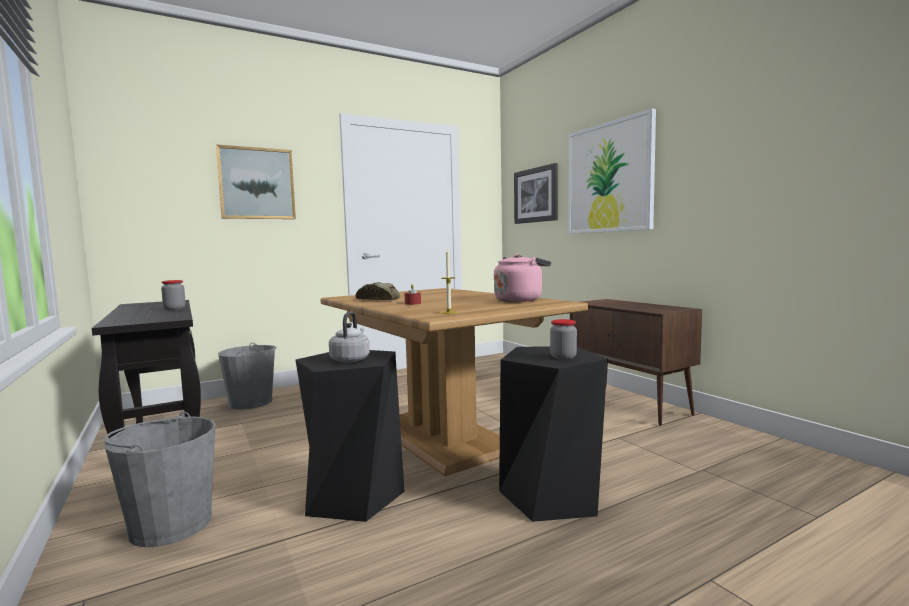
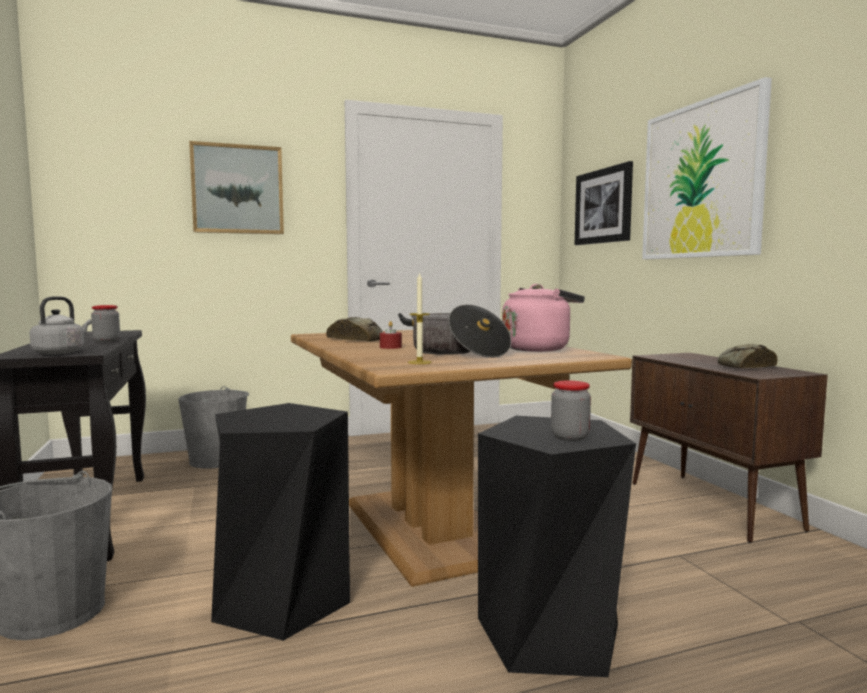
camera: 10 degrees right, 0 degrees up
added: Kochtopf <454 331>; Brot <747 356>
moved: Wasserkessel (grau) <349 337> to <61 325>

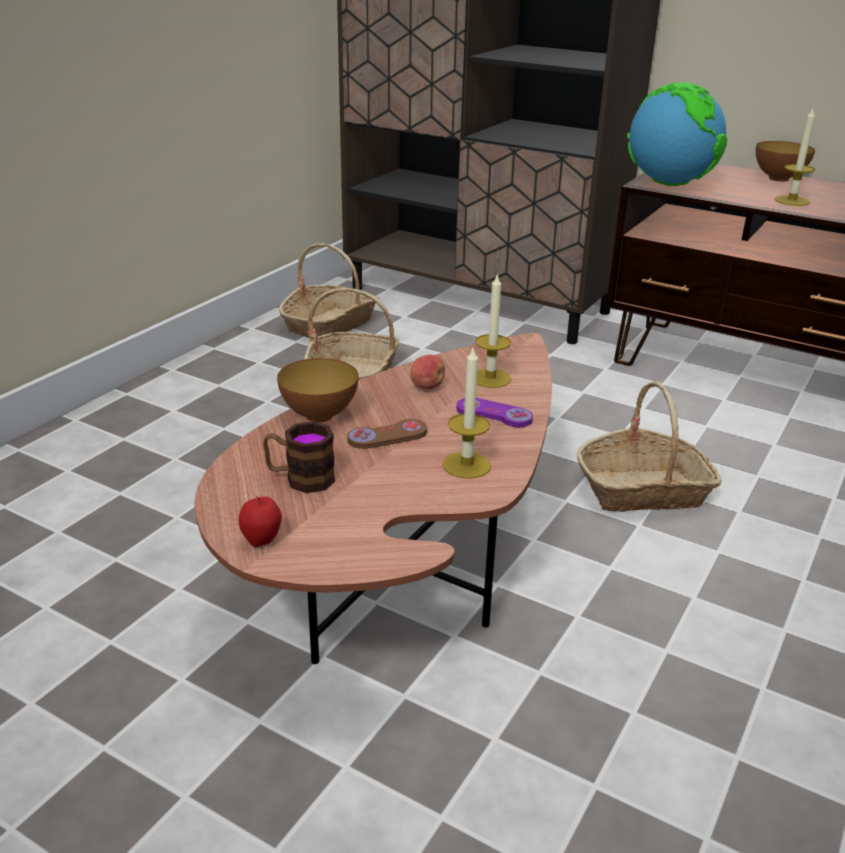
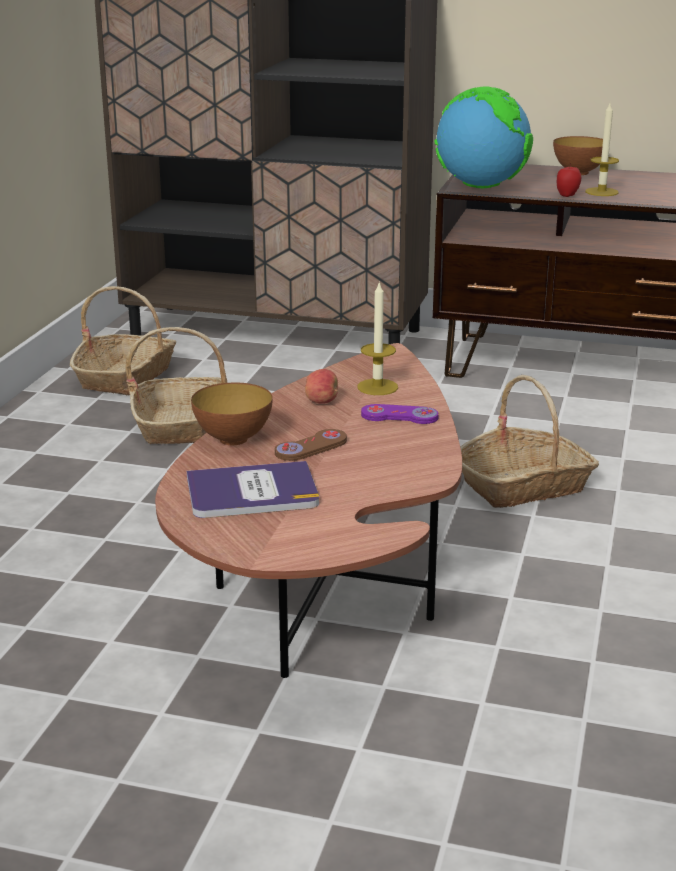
camera: 15 degrees left, 5 degrees down
removed: Kerze <467 413>
moved: Apfel <260 521> to <569 180>
replaced: Henkelbecher <299 457> to Buch <253 489>

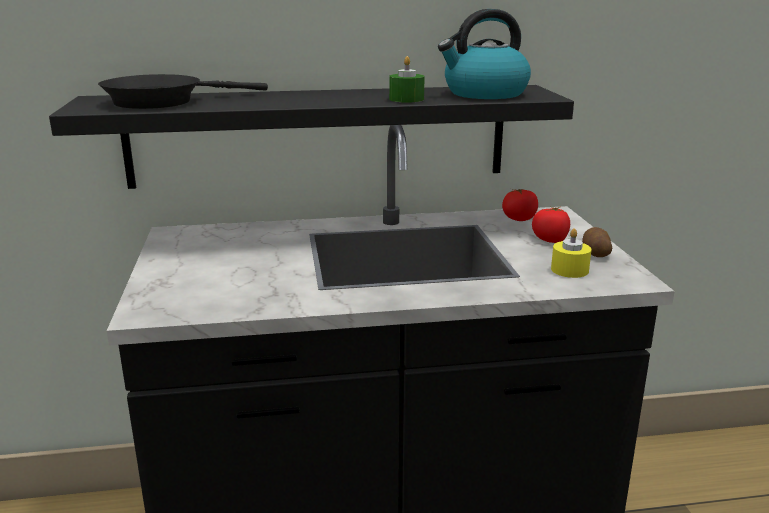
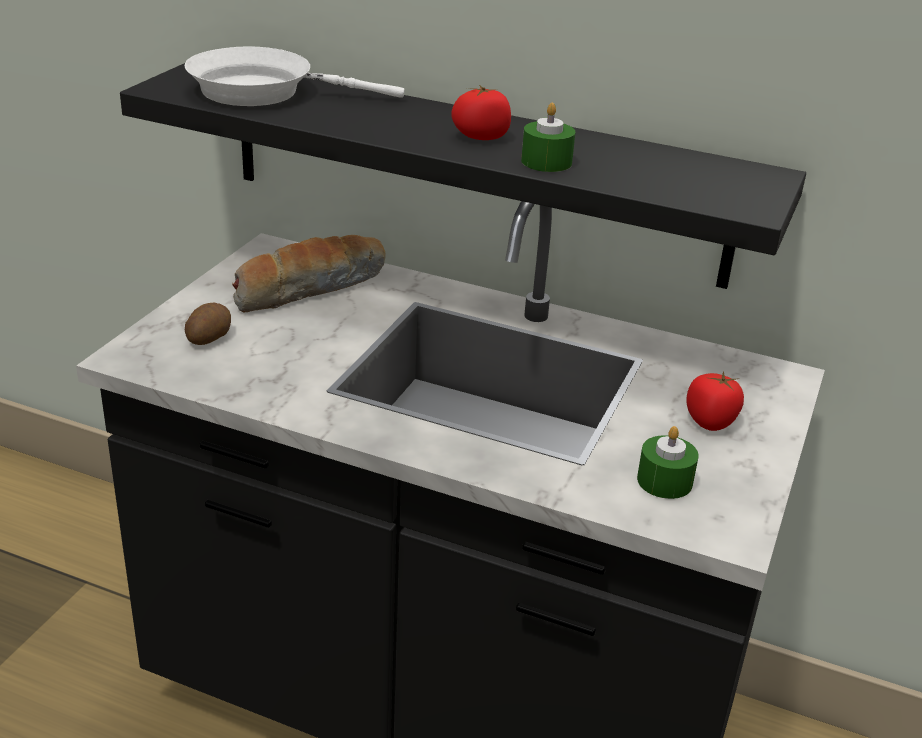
camera: 30 degrees right, 10 degrees up
removed: Wasserkessel <484 54>
added: Brot <309 273>
moved: Tomate <520 205> to <481 112>; Kartoffel <597 242> to <208 324>
recoloured: Pfanne (schwarz) <183 91> to Pfanne (weiß) <295 76>; Kerze (gelb) <571 253> to Kerze (grün) <668 462>

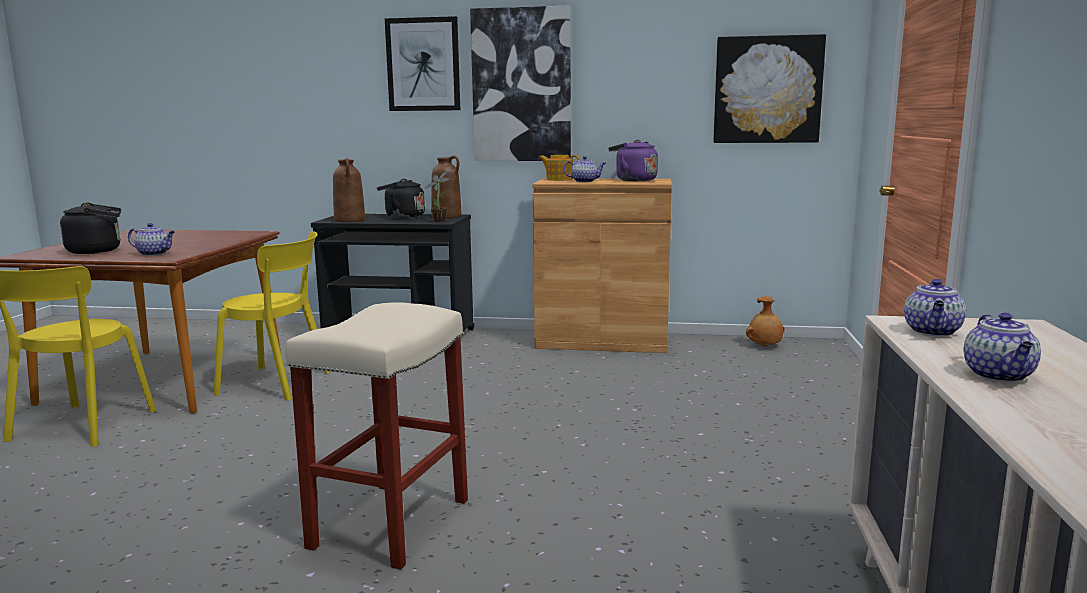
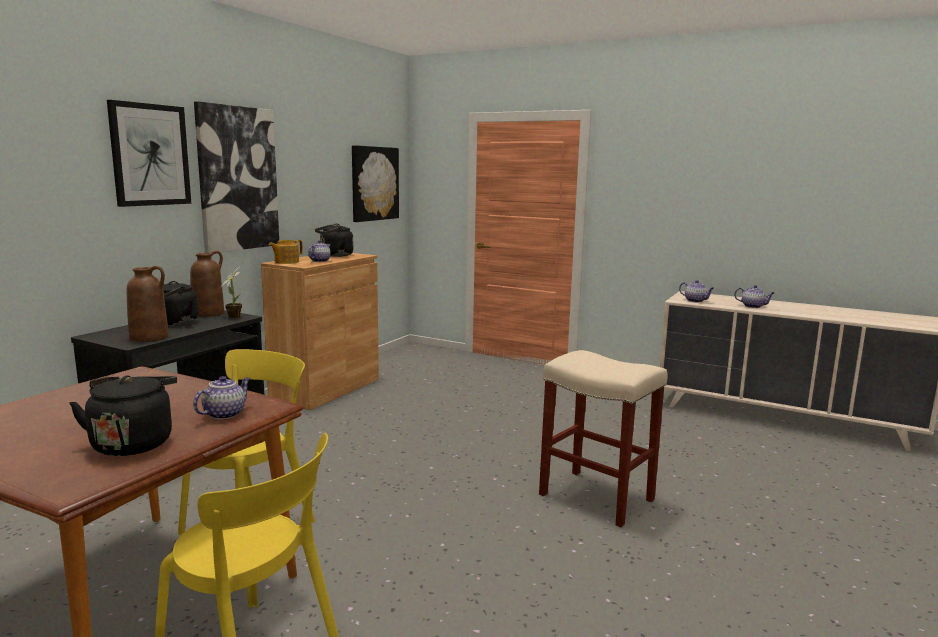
camera: 70 degrees left, 0 degrees up
removed: Vase (braun) <765 321>
recoloured: Wasserkessel (lila) <633 160> to Wasserkessel (schwarz) <334 240>

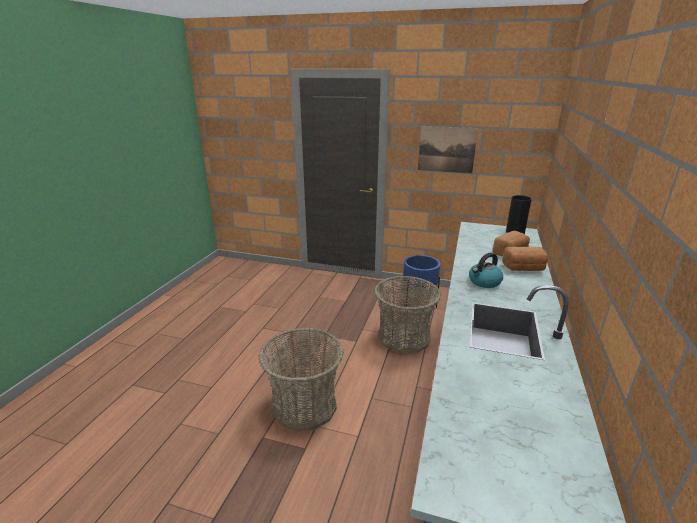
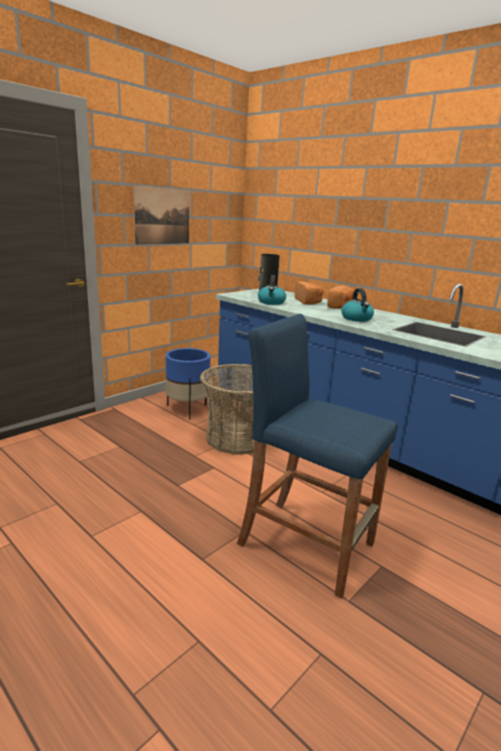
camera: 65 degrees left, 5 degrees down
added: Wasserkessel <272 290>
replaced: Korb <301 379> to Hocker (blau) <317 456>

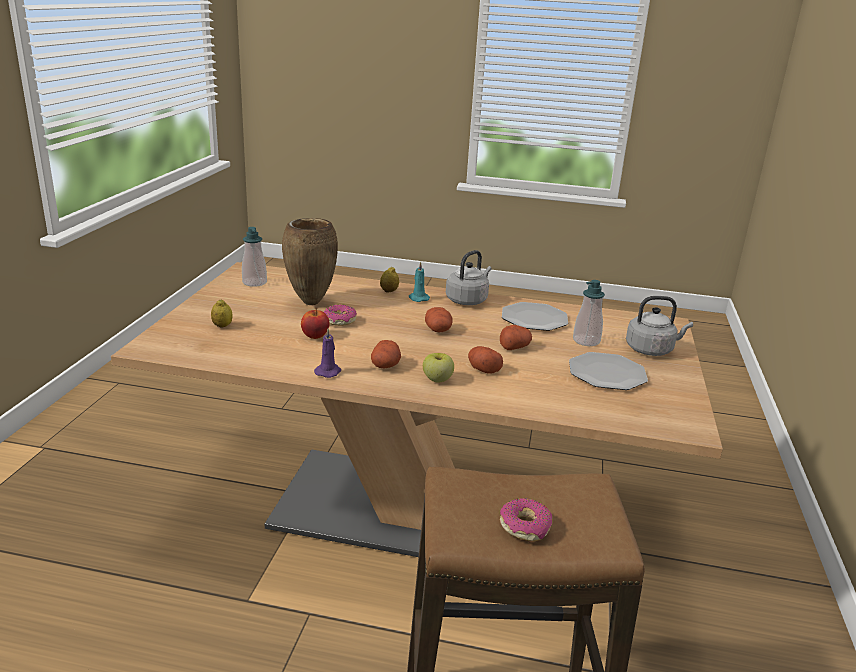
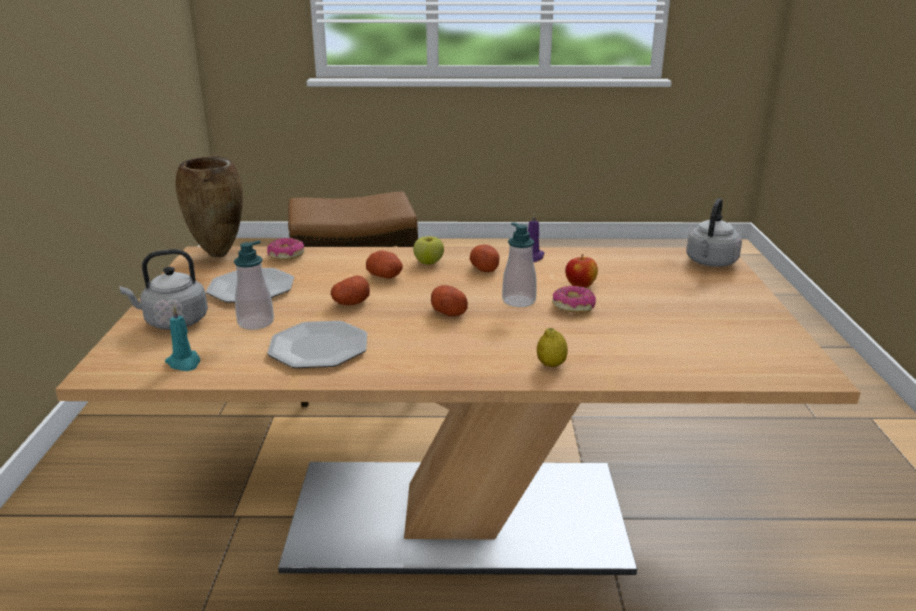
camera: 170 degrees right, 0 degrees up
removed: Zitrone <221 313>
moved: Seifenspender <254 257> to <519 264>; Vase (braun) <310 261> to <209 206>; Kerze (türkis) <419 282> to <182 338>; Wasserkessel (grau) <469 277> to <714 232>; Donut <526 520> to <285 249>

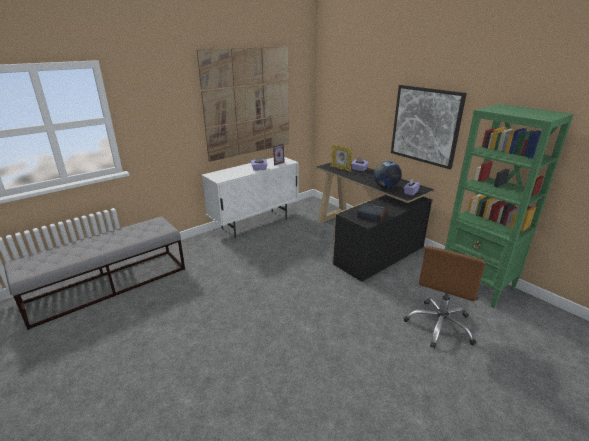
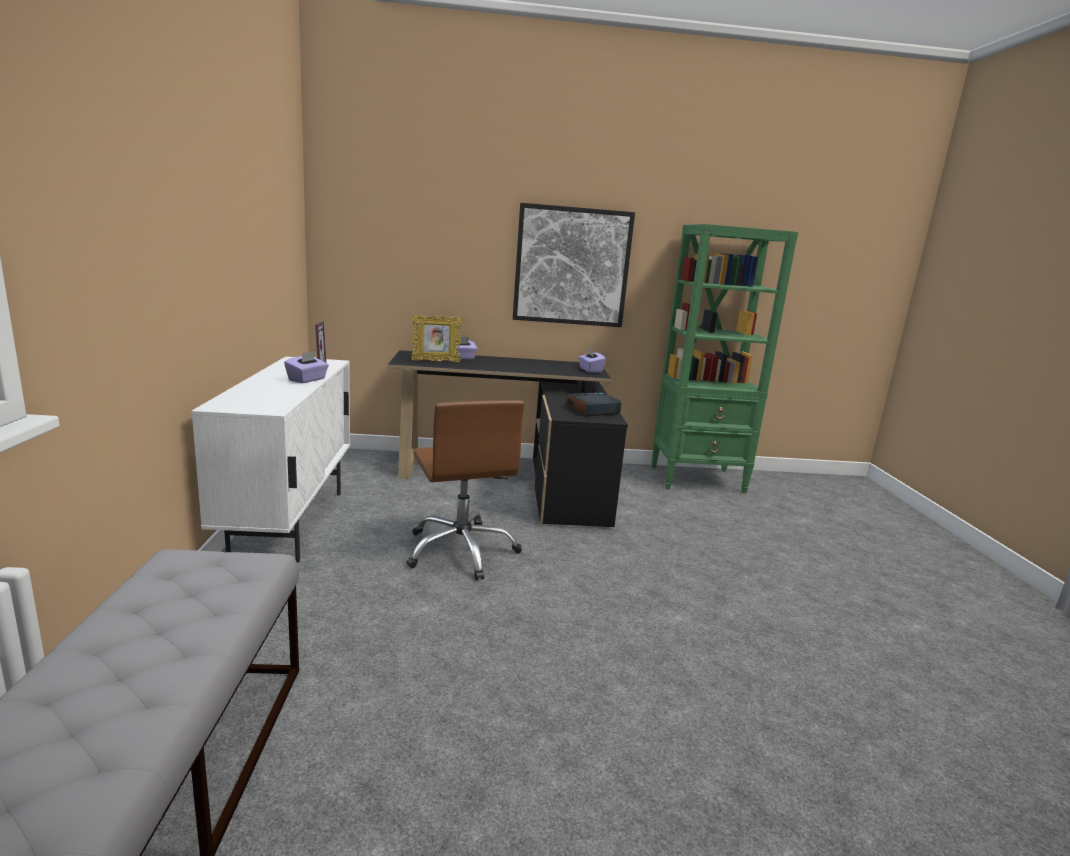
camera: 55 degrees left, 10 degrees down
removed: Bild <243 104>; Globus <388 175>
moved: Bürostuhl (braun) <445 297> to <465 490>

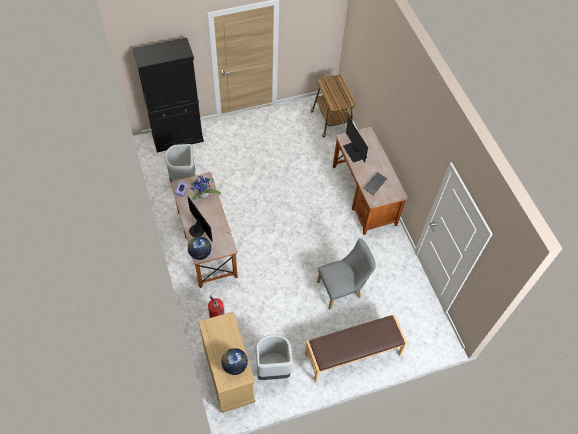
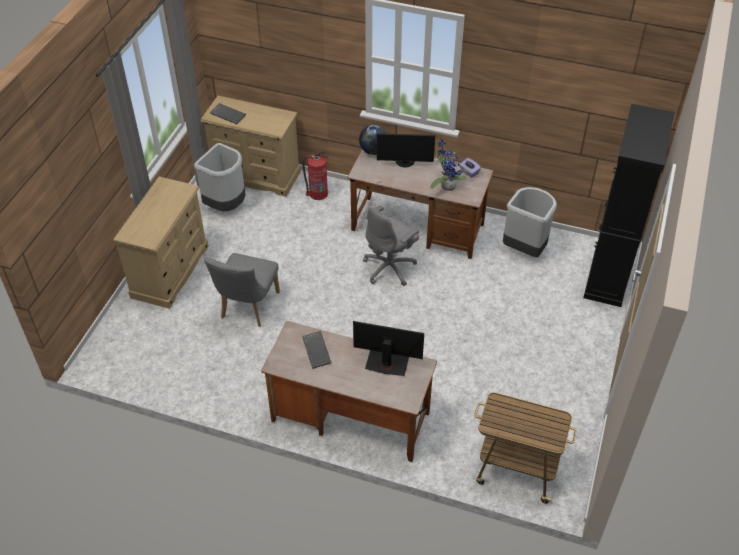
camera: 130 degrees right, 10 degrees down
added: Bürostuhl (grau) <391 245>
replaced: Globus <235 361> to Tastatur <228 113>; Bank (braun) <356 349> to Kommode (beige) <161 243>

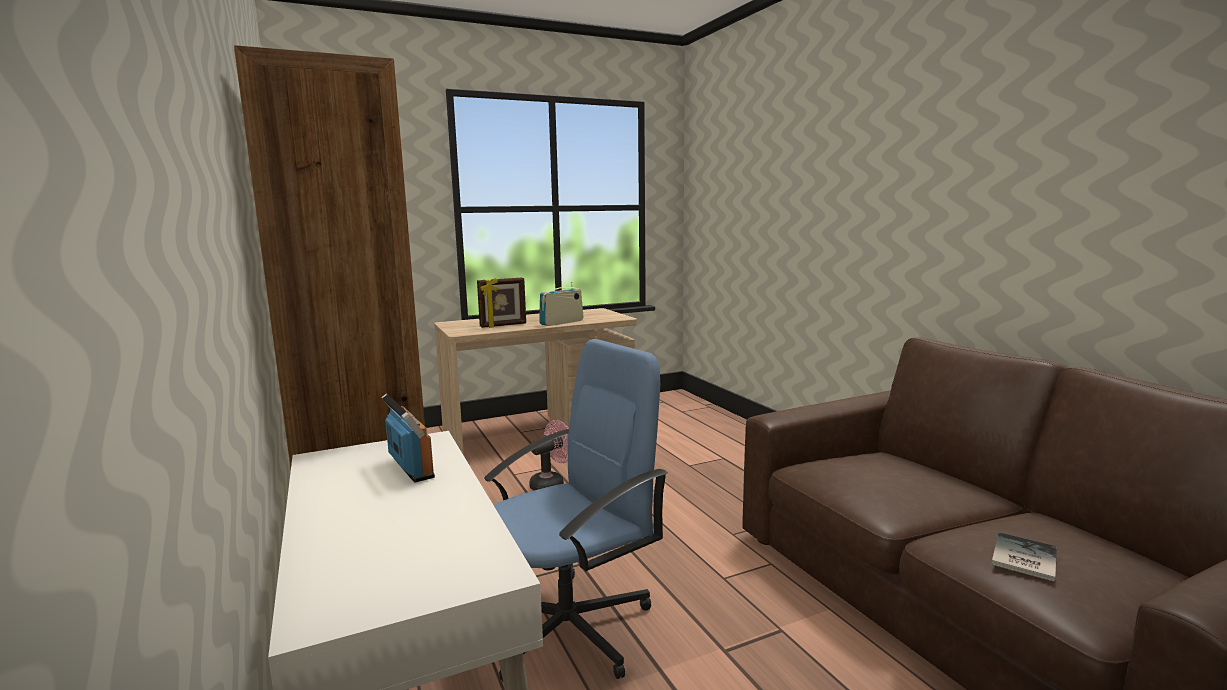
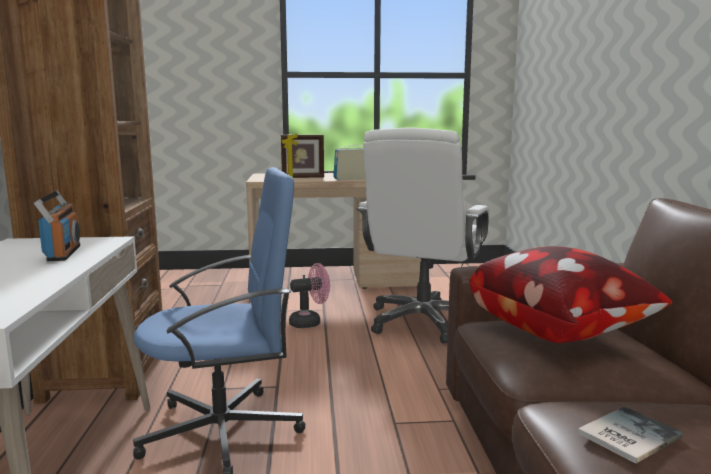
camera: 20 degrees right, 0 degrees up
added: Bürostuhl (weiß) <423 235>; Kissen <570 294>

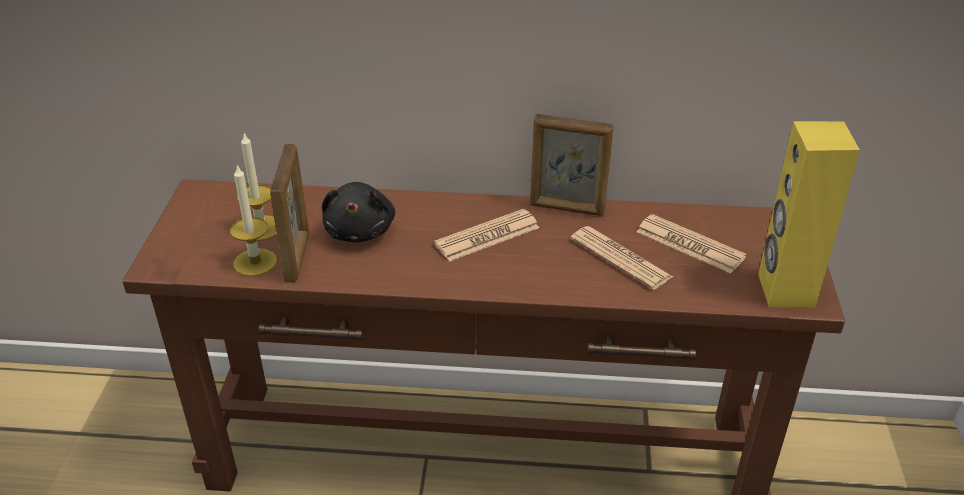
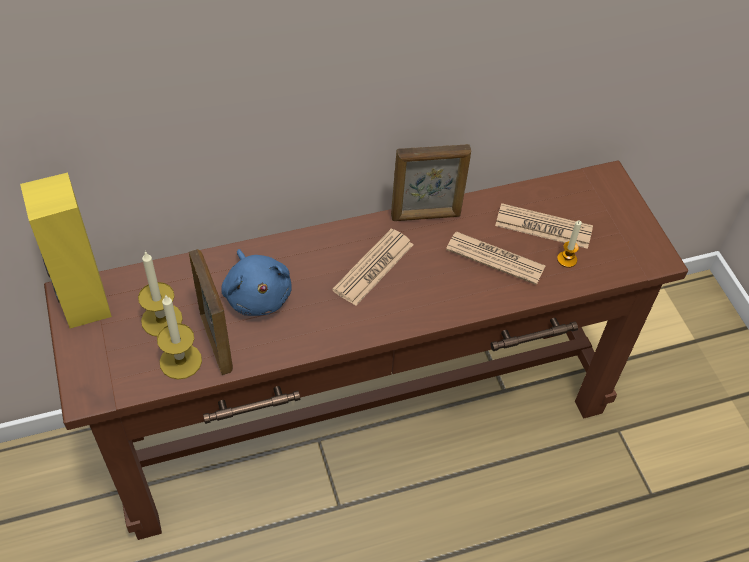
camera: 25 degrees left, 15 degrees up
added: Kerze <569 244>
moved: Lautsprecher (gelb) <809 214> to <66 250>
recoloured: Plüschtier (schwarz) <358 212> to Plüschtier (blau) <256 282>

